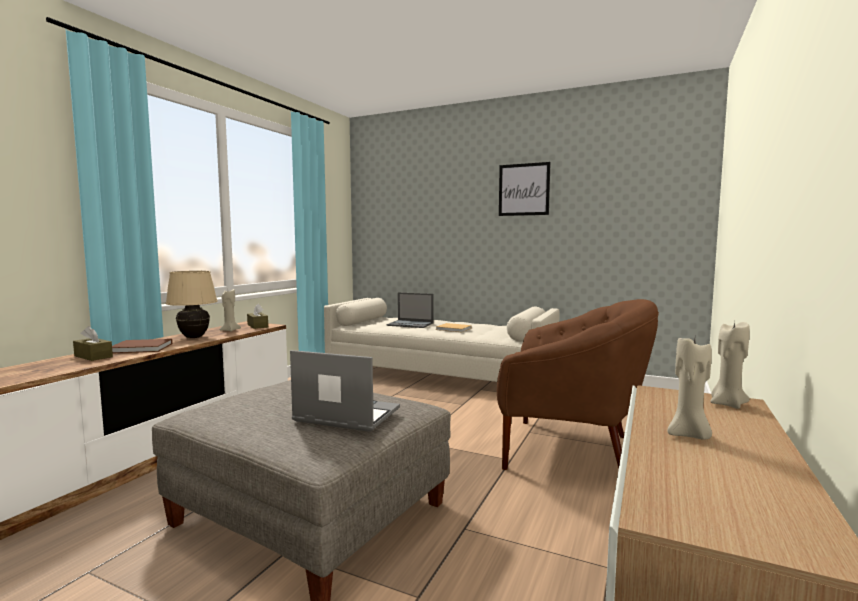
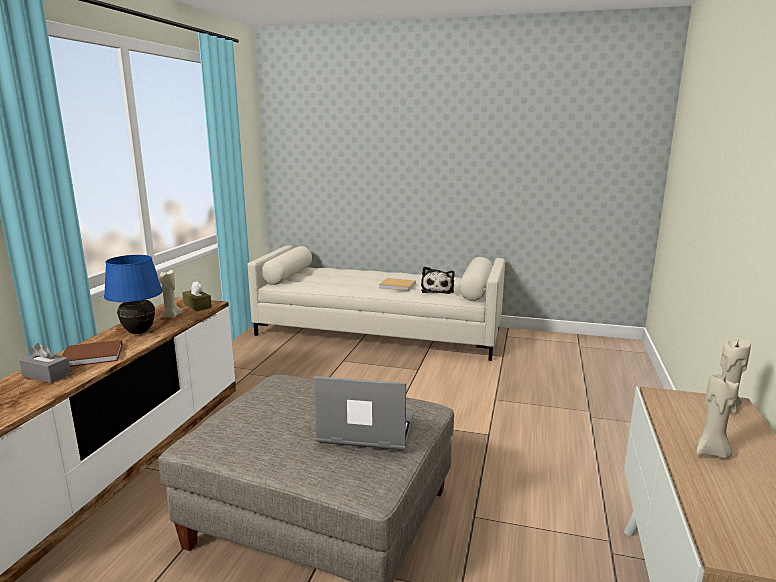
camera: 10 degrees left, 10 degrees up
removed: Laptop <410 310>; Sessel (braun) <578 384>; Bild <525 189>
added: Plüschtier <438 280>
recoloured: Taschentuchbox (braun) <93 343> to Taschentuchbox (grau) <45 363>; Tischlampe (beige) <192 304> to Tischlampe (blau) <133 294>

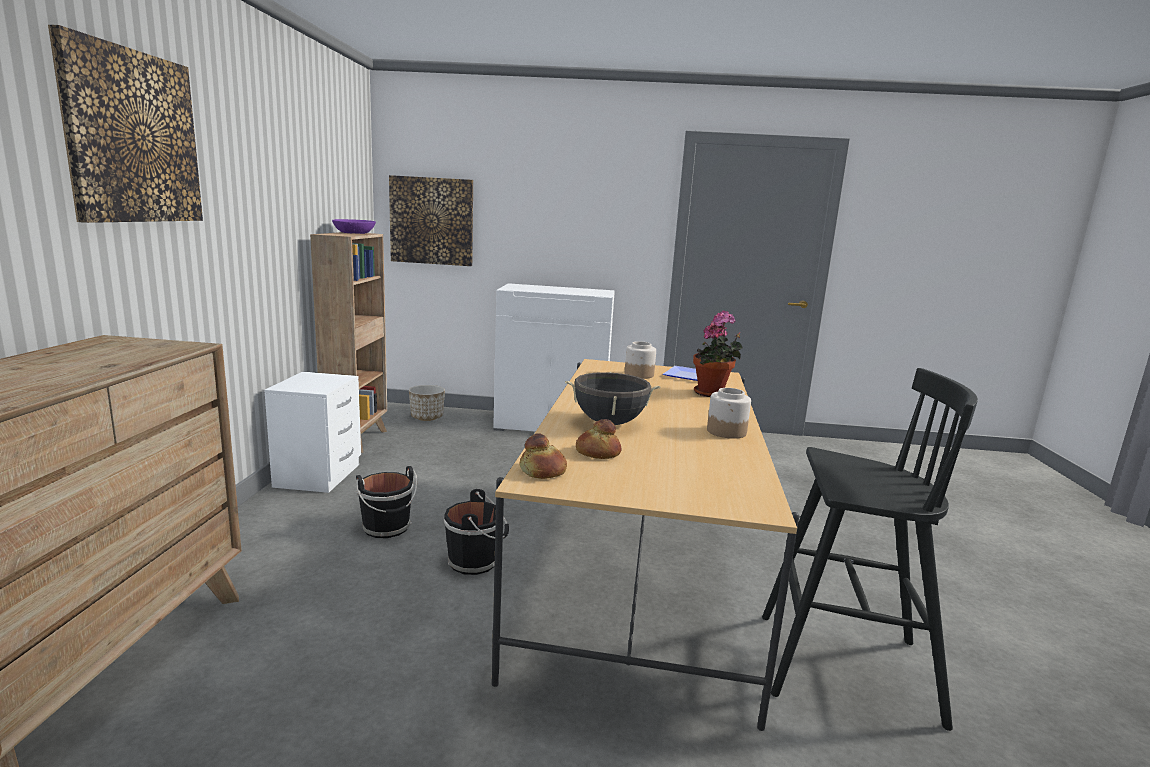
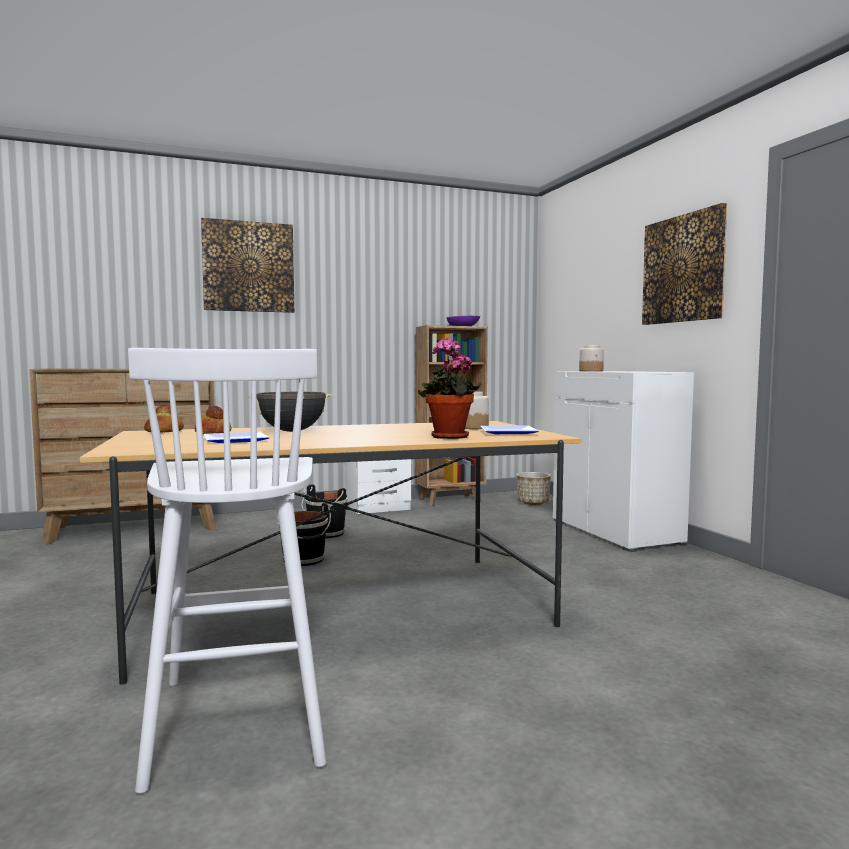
camera: 65 degrees right, 10 degrees down
added: Teller <236 437>
moved: Bild <431 220> to <684 264>; Vorratsglas <729 413> to <591 358>
recoloured: Hocker (schwarz) <870 549> to Hocker (weiß) <227 571>

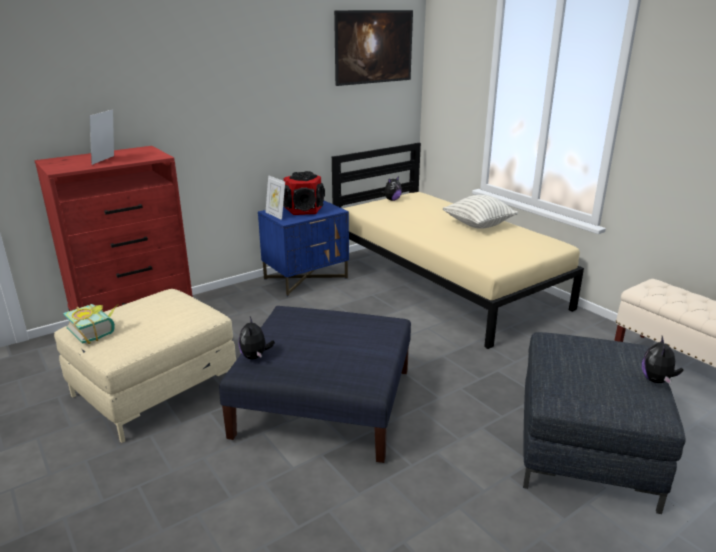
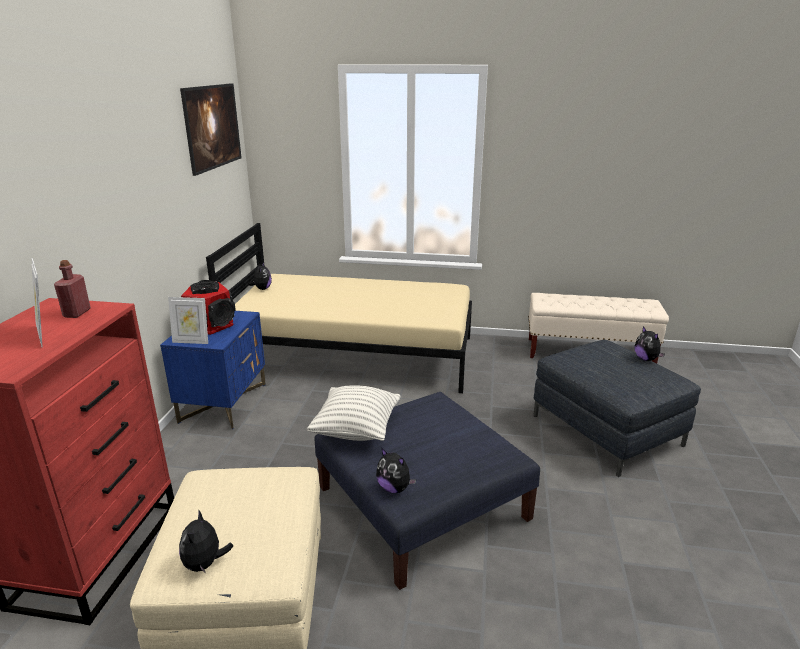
camera: 45 degrees left, 0 degrees up
added: Flasche (rot) <72 289>
moved: Kissen <480 212> to <354 413>
replaced: Buch <91 324> to Plüschtier <206 542>

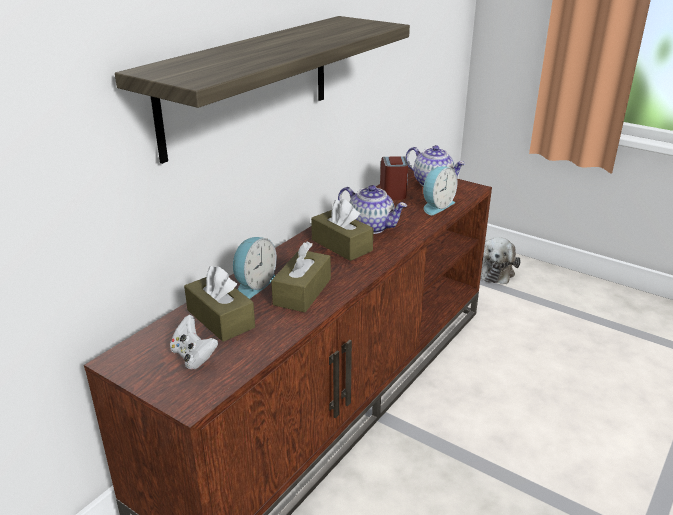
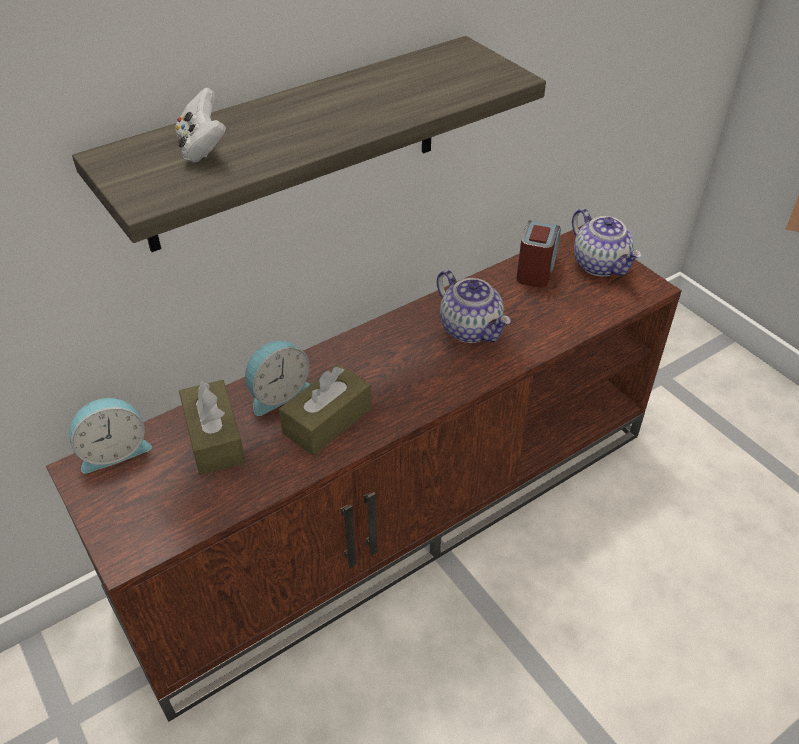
camera: 20 degrees right, 15 degrees up
removed: Taschentuchbox (braun) <342 230>; Plüschtier <501 260>
moved: Gamepad (weiß) <194 342> to <200 125>; Wecker <440 190> to <110 436>

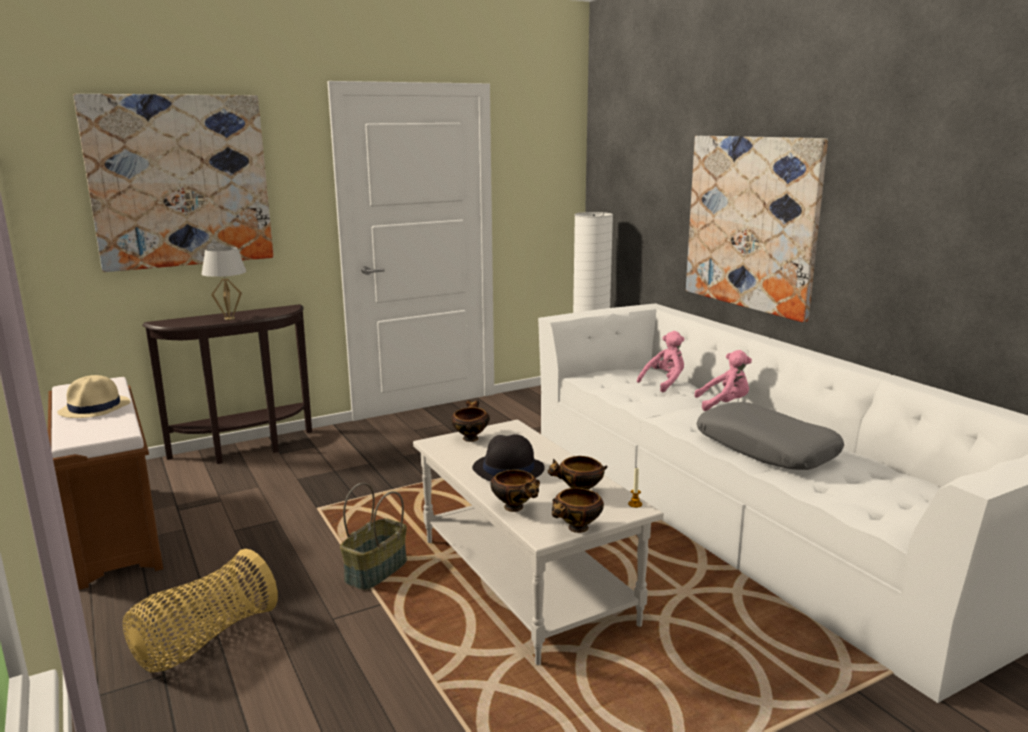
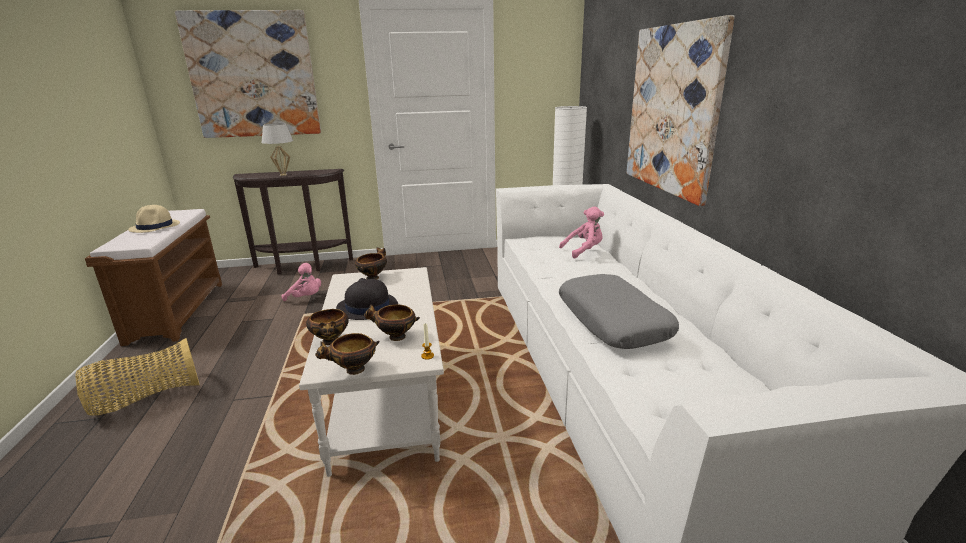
camera: 20 degrees right, 5 degrees up
removed: Korb <373 536>
moved: Plüschtier (rosa) <723 380> to <301 282>

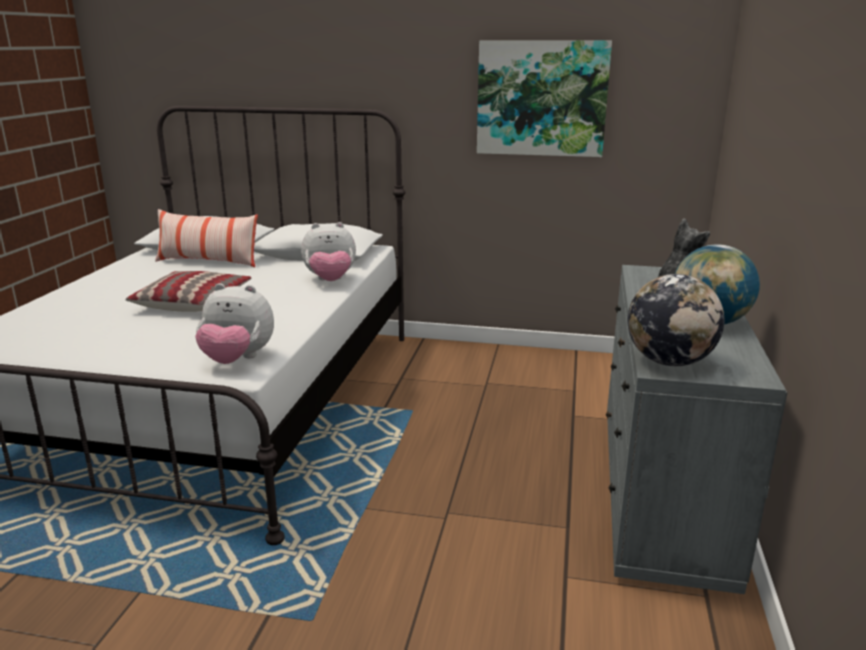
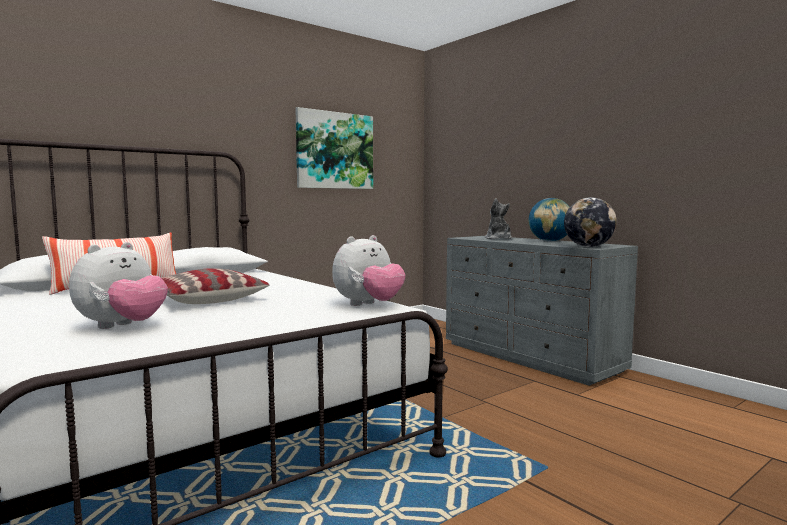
camera: 50 degrees left, 15 degrees down
moved: Plüschtier <328 251> to <118 285>

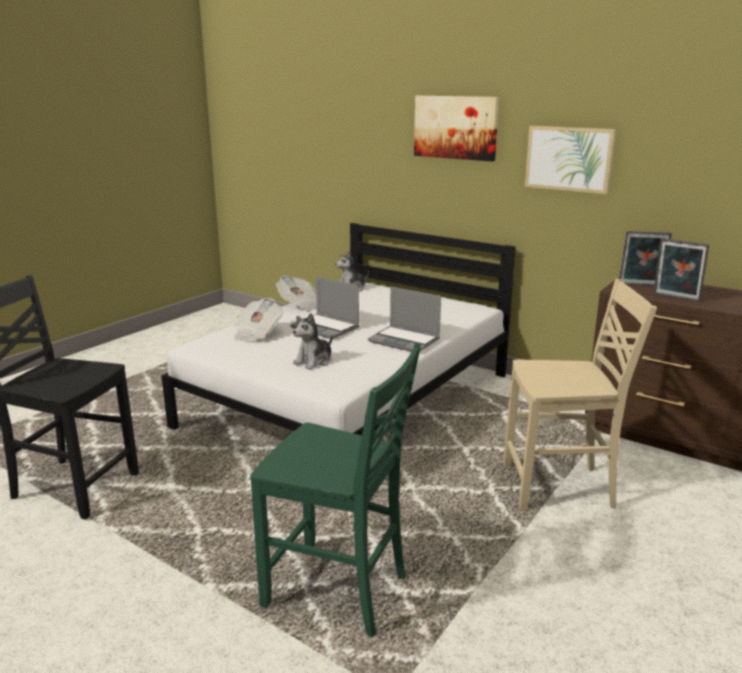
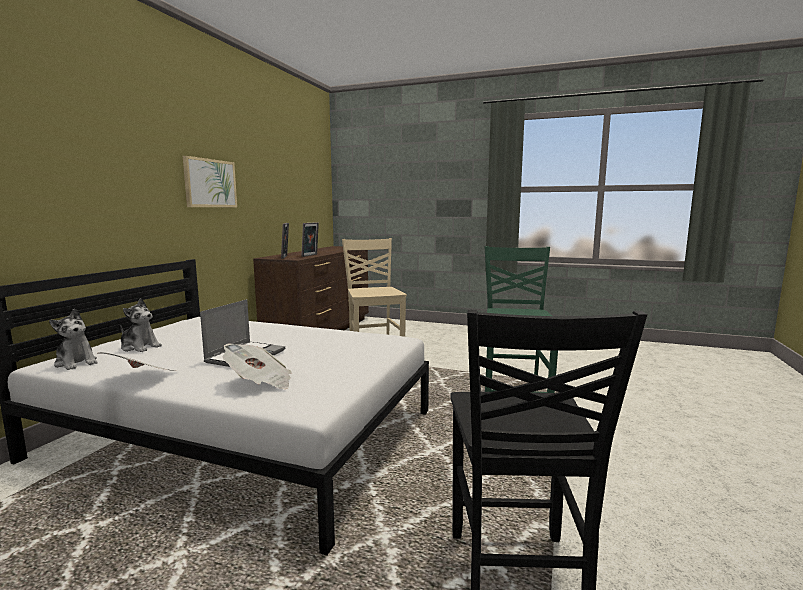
camera: 105 degrees left, 10 degrees down
removed: Laptop <404 319>; Bild <456 128>
moved: Plüschtier <313 341> to <141 325>

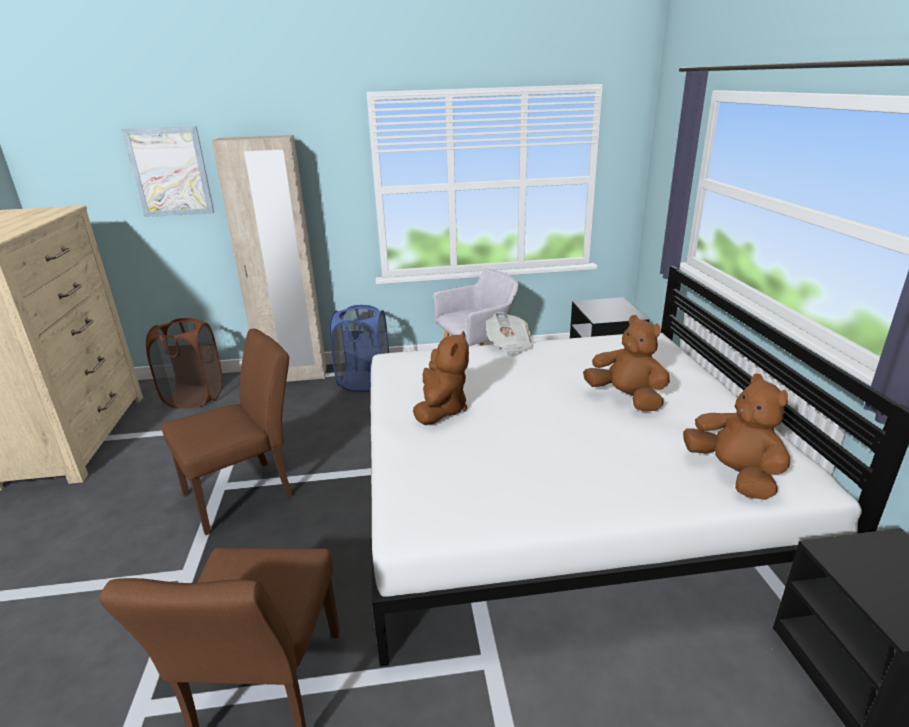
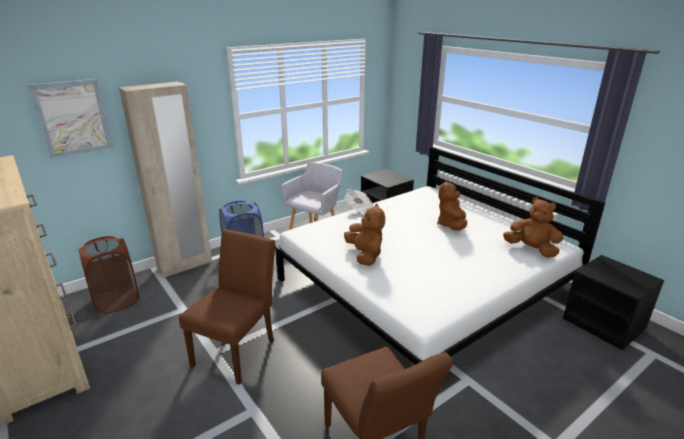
camera: 30 degrees left, 0 degrees up
turned: Plüschtier (braun) <626 363> = <452 205> 90 degrees counterclockwise

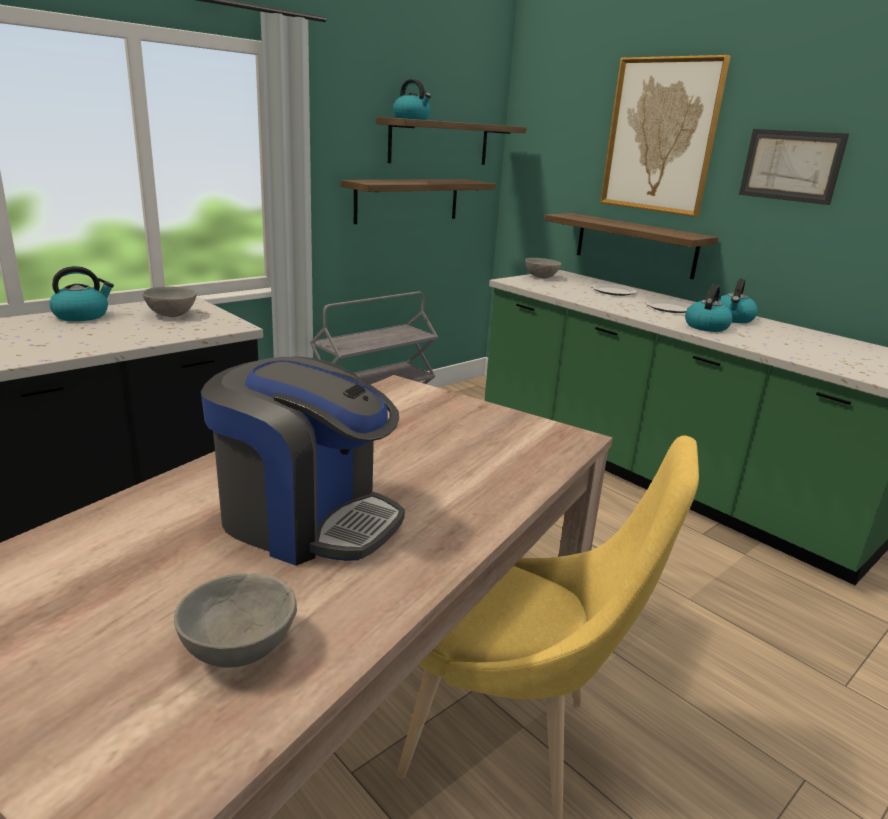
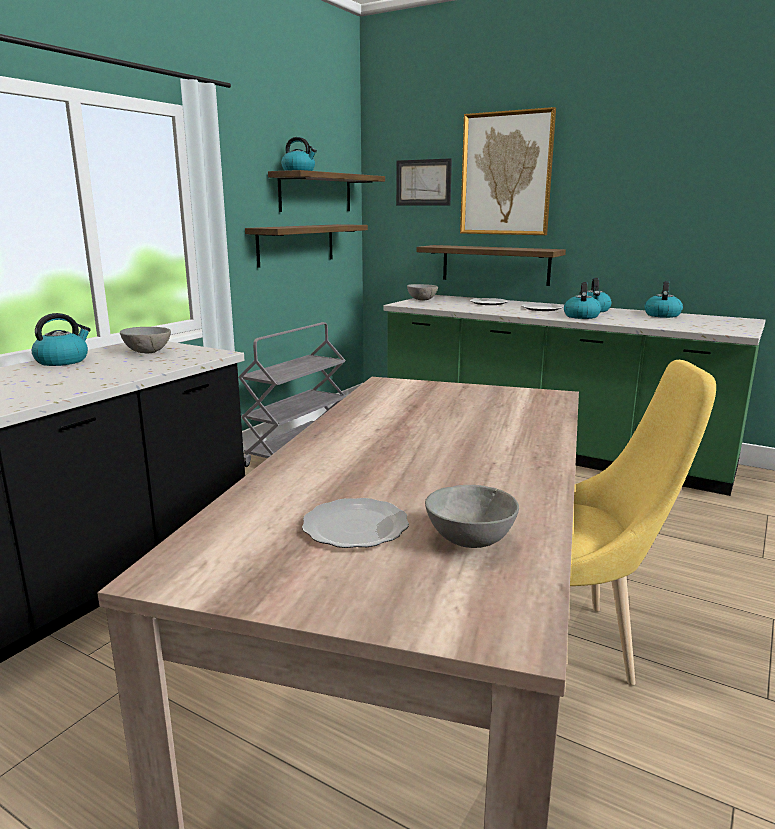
camera: 15 degrees left, 5 degrees down
removed: Kaffeemaschine <303 461>
added: Teller <355 523>; Wasserkessel <663 299>
moved: Bild <794 167> to <424 181>

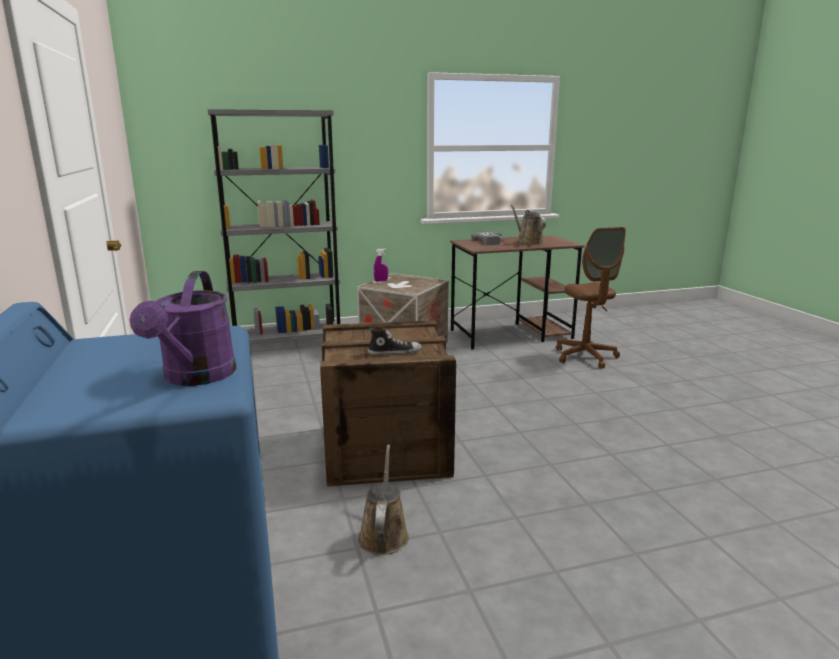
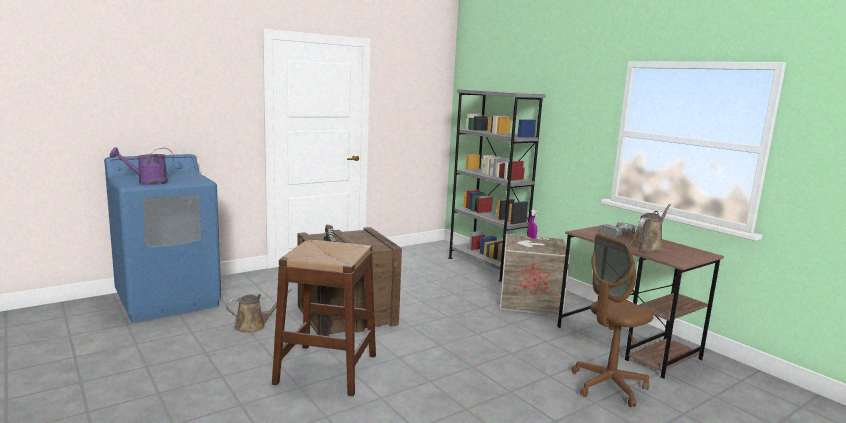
camera: 70 degrees right, 5 degrees down
added: Hocker (braun) <324 318>

